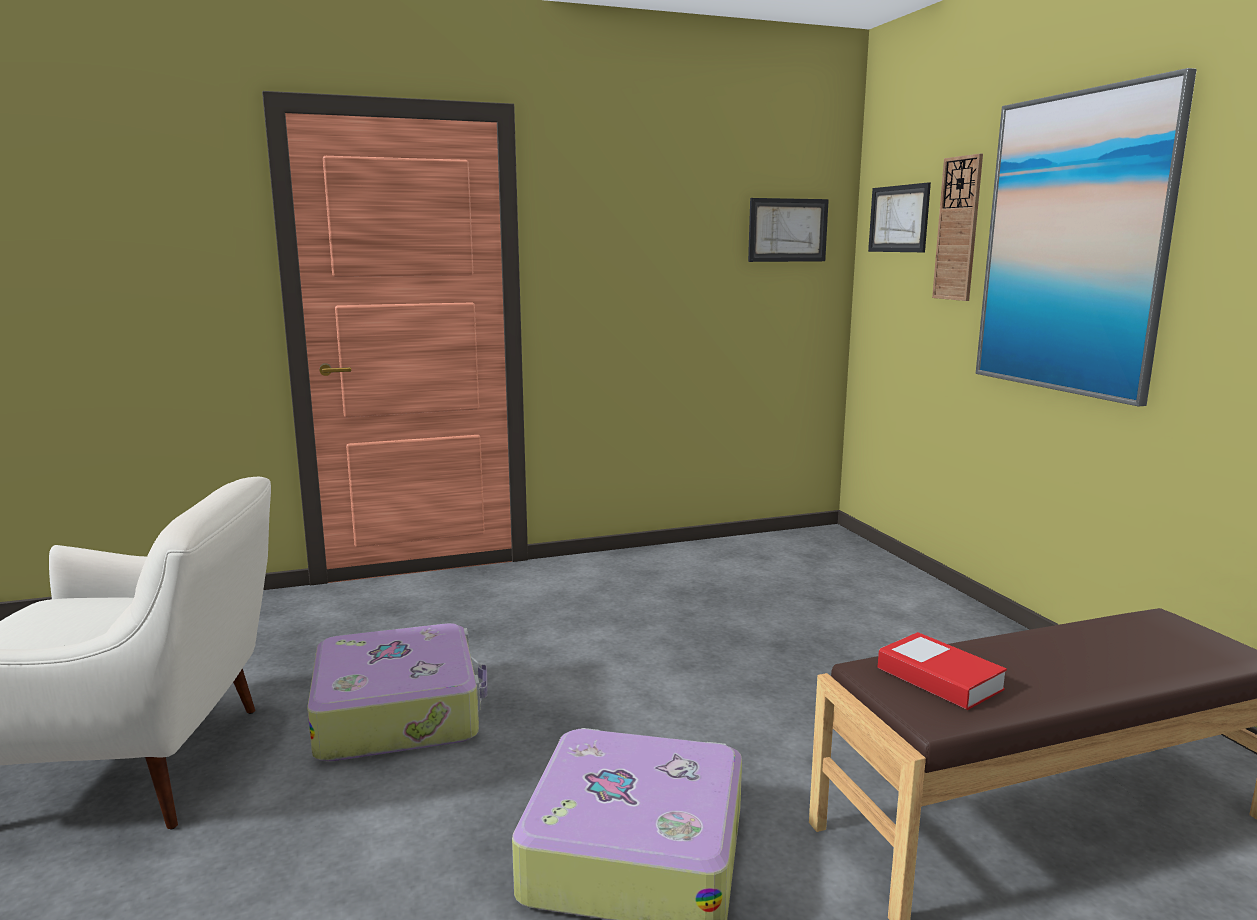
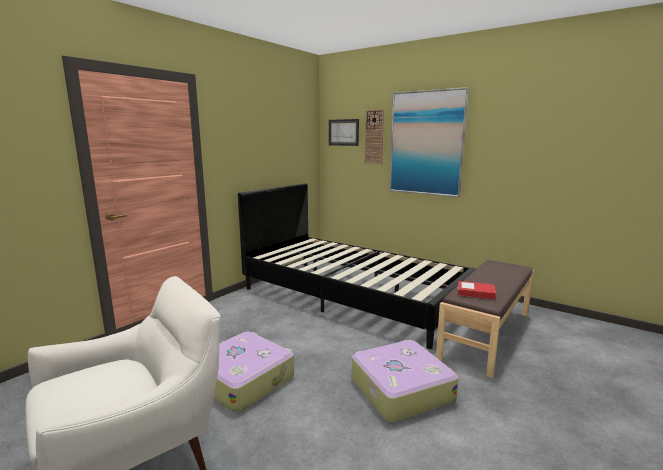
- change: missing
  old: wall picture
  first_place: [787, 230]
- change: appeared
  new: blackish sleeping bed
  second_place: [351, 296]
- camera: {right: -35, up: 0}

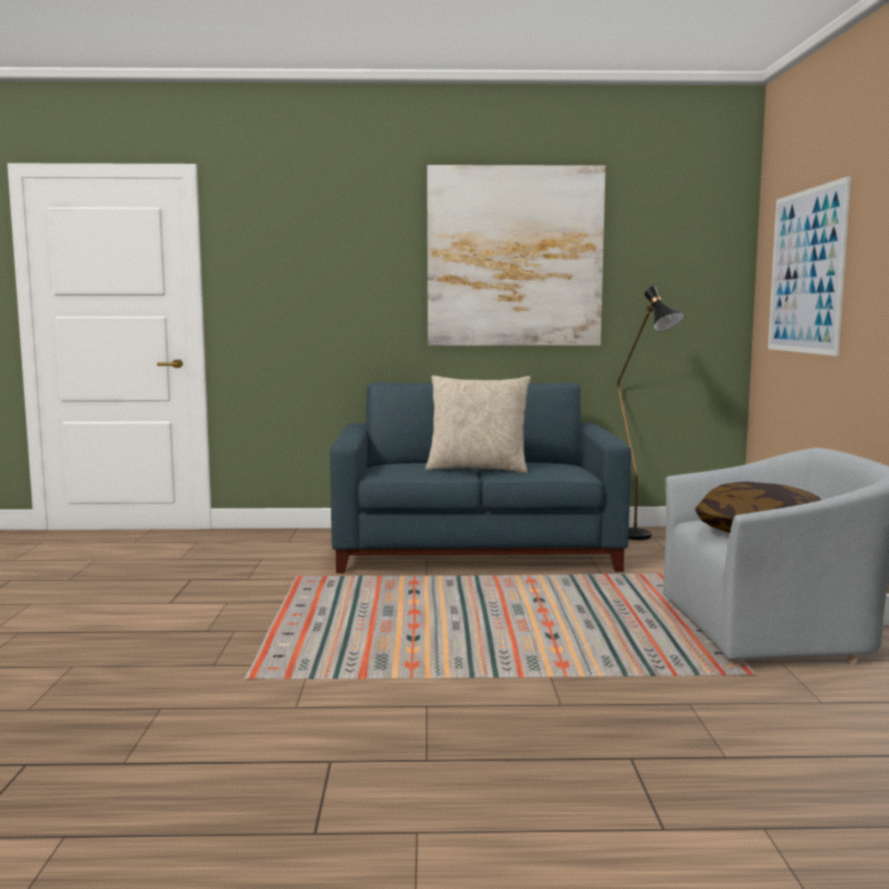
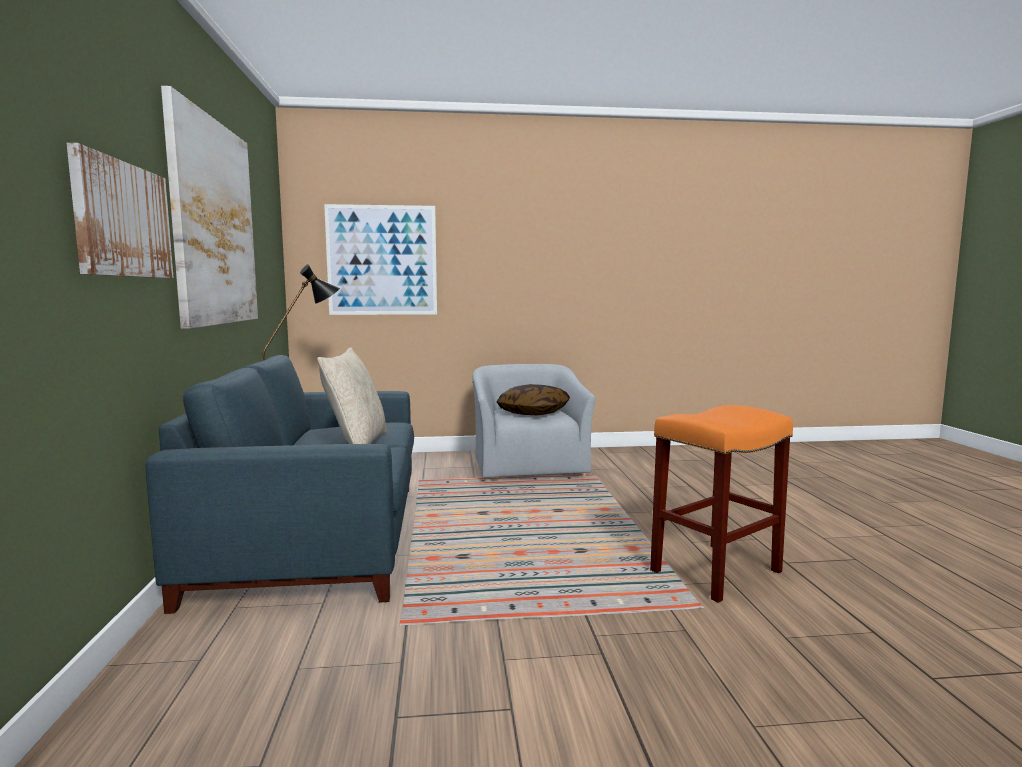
- change: appeared
  new: wall picture
  second_place: [122, 220]
- change: appeared
  new: orange sitting stool
  second_place: [716, 570]
- camera: {right: -95, up: 0}

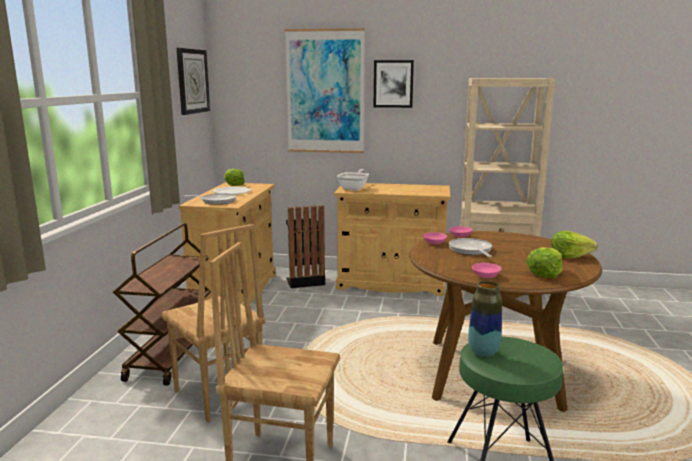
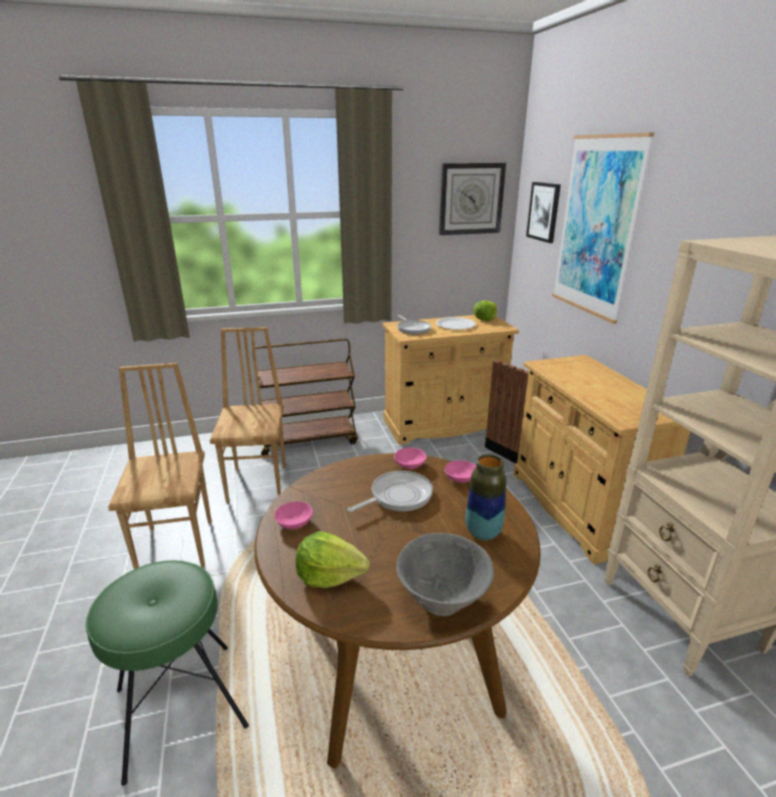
- change: spun
  old: brown-coloured upright chair
  first_place: [217, 395]
  second_place: [259, 483]
  degrees: 150
- change: missing
  old: skillet
  first_place: [354, 188]
- change: relocated
  old: wall picture
  first_place: [393, 84]
  second_place: [544, 212]
- change: relocated
  old: decorative vase
  first_place: [483, 352]
  second_place: [483, 532]
- change: exchanged
  old: lettuce
  new: greyish deep dish
  first_place: [570, 256]
  second_place: [443, 597]
- camera: {right: 65, up: 10}

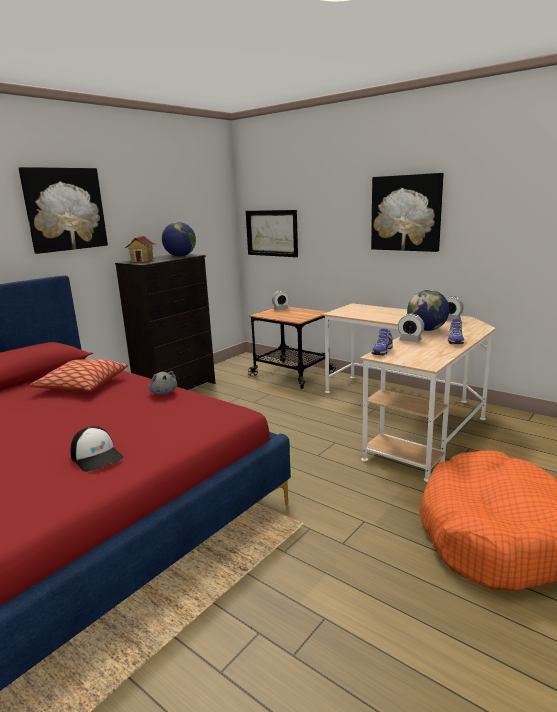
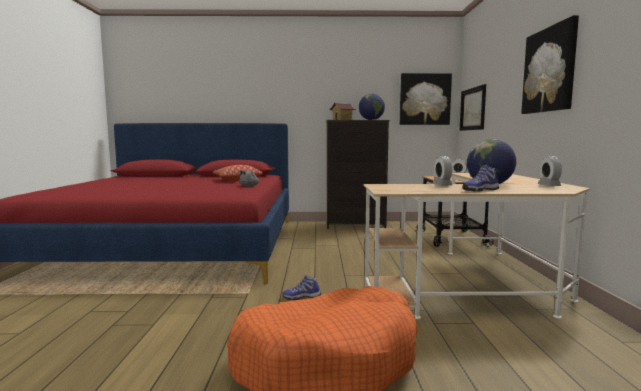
- change: relocated
  old: wall picture
  first_place: [65, 209]
  second_place: [424, 99]
- change: missing
  old: baseball cap
  first_place: [97, 457]
- change: relocated
  old: low shoe
  first_place: [381, 351]
  second_place: [301, 297]
- camera: {right: 50, up: -10}

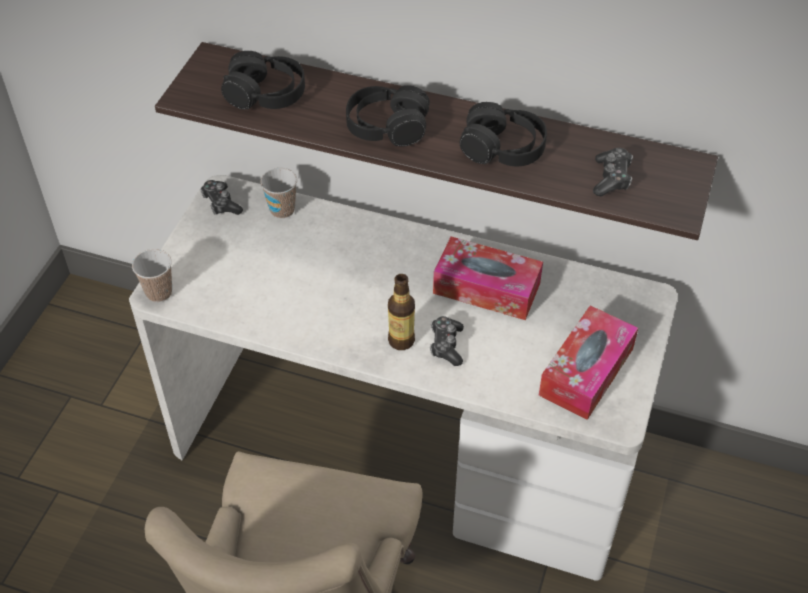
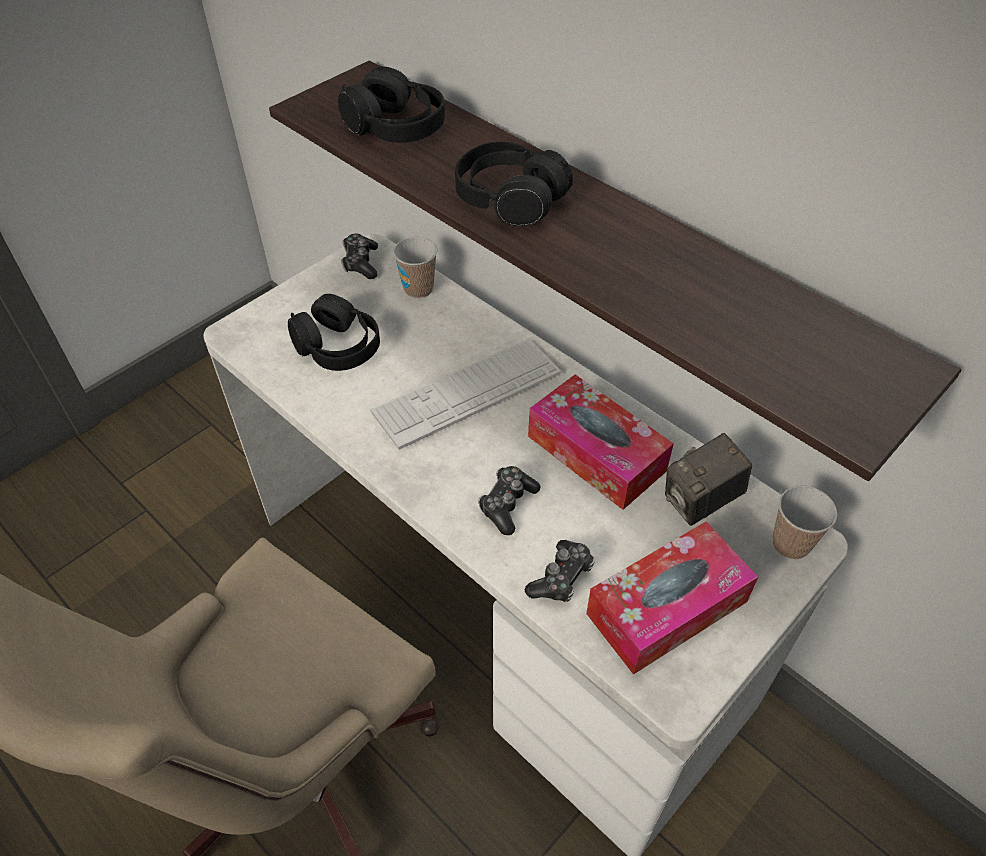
- change: relocated
  old: cup
  first_place: [159, 292]
  second_place: [790, 544]
- change: missing
  old: bottle
  first_place: [401, 340]
- change: relocated
  old: blackish pair of headphones
  first_place: [503, 148]
  second_place: [338, 347]
- change: relocated
  old: gamepad
  first_place: [611, 178]
  second_place: [561, 578]
- change: appeared
  new: keyboard
  second_place: [467, 393]
- change: appeared
  new: still camera
  second_place: [700, 502]
- camera: {right: 25, up: 0}

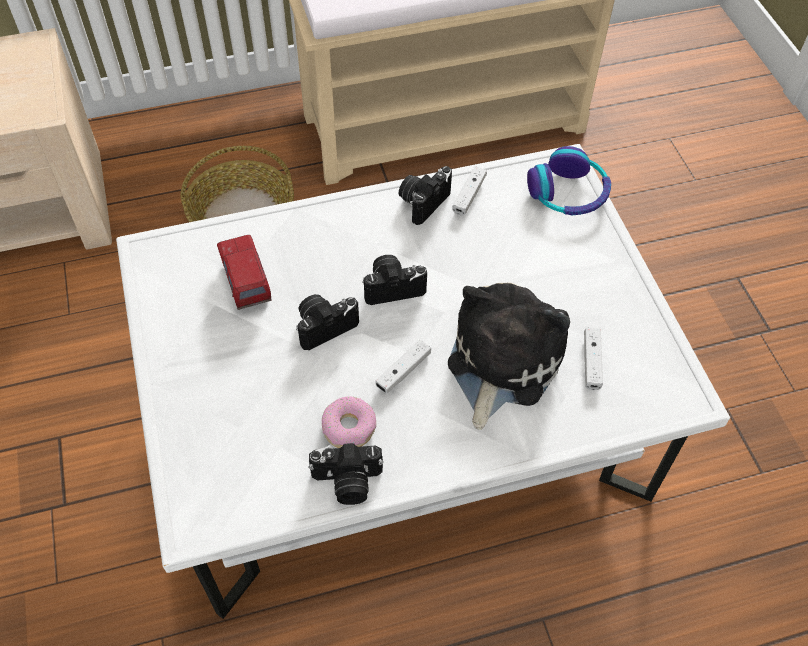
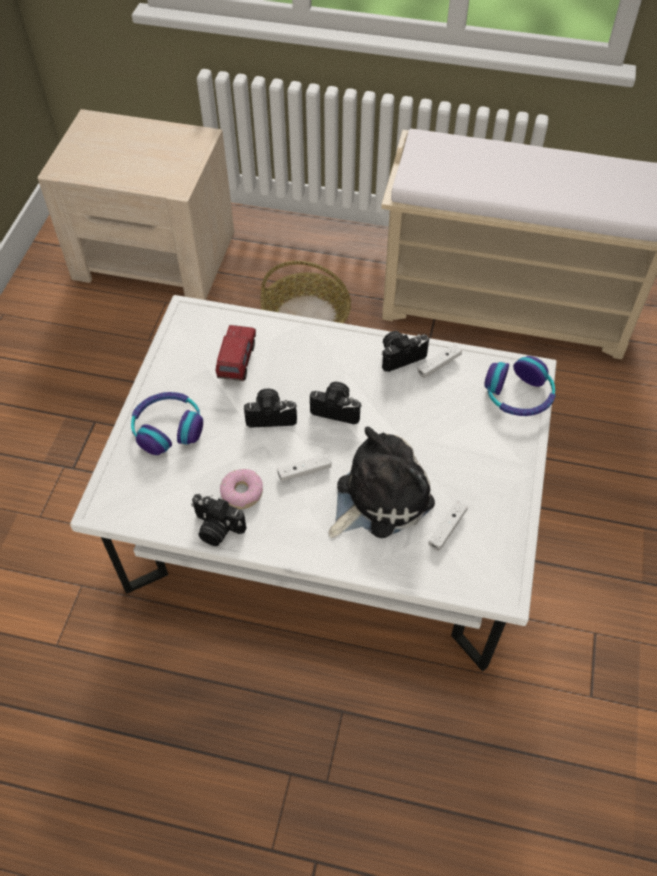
- change: appeared
  new: pair of headphones
  second_place: [168, 428]
- camera: {right: 30, up: 0}

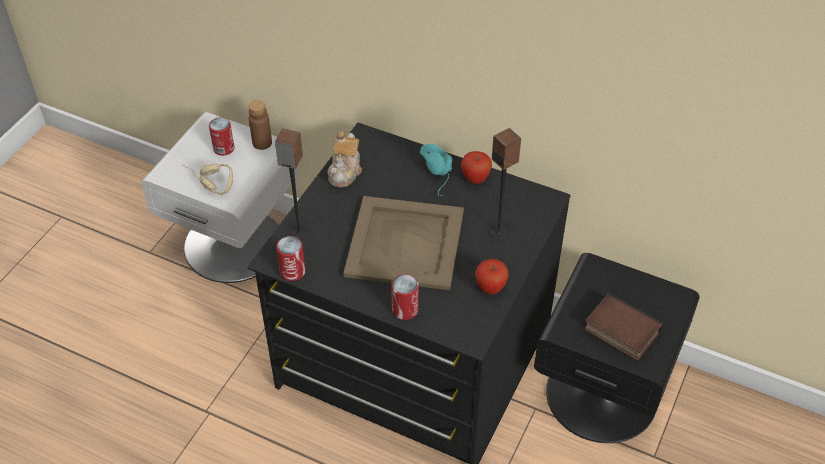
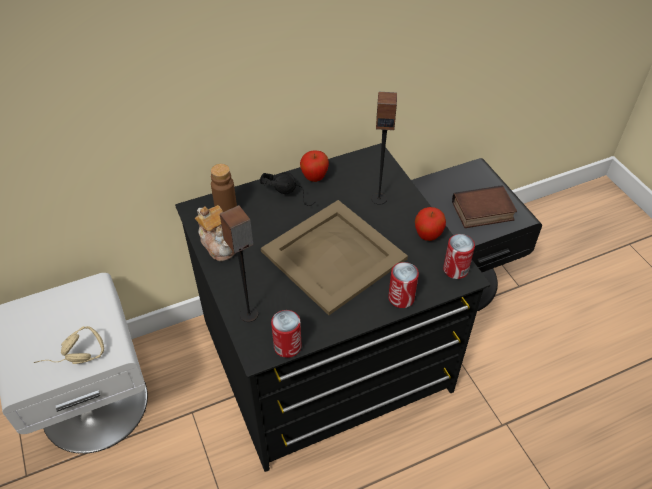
- change: relocated
  old: can
  first_place: [224, 148]
  second_place: [455, 269]
- change: relocated
  old: brown-coloured bottle
  first_place: [262, 143]
  second_place: [226, 211]
- change: colour
  old: turquoise-coloured pair of headphones
  new: blackish pair of headphones
  first_place: [442, 176]
  second_place: [290, 193]
- camera: {right: -50, up: 0}

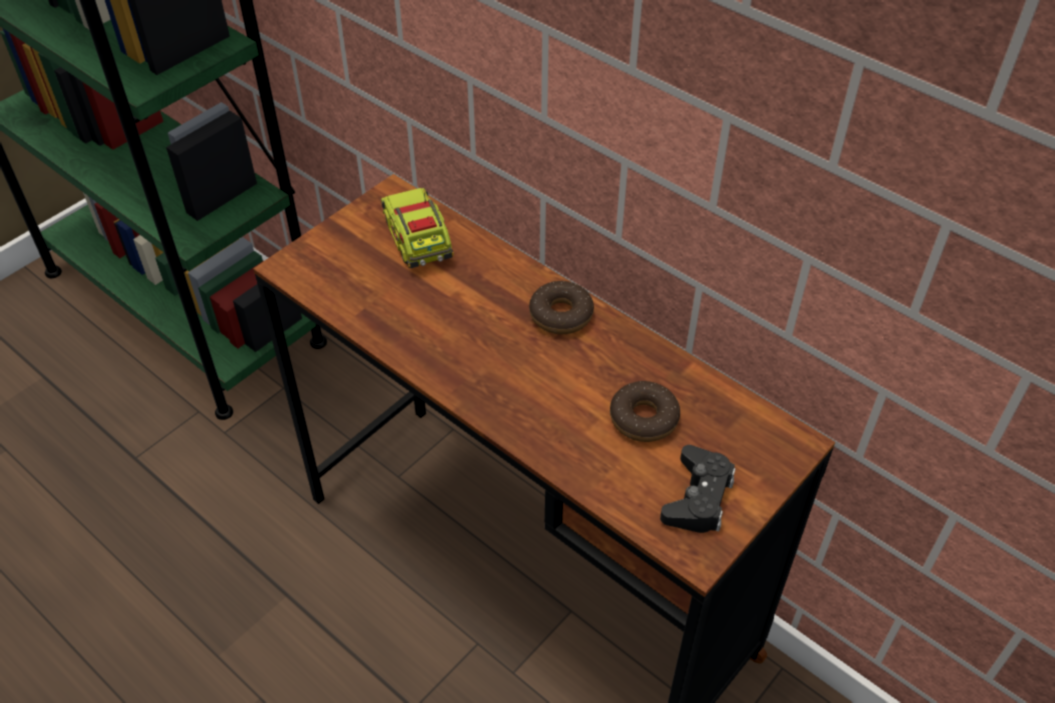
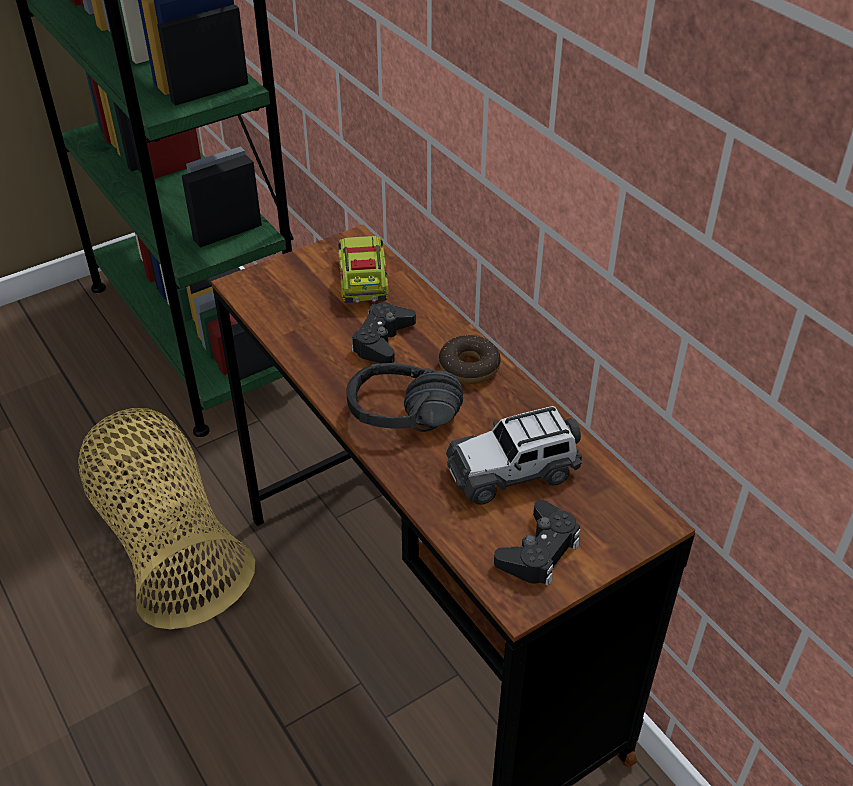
- change: exchanged
  old: ring doughnut
  new: toy car
  first_place: [643, 418]
  second_place: [513, 471]
- change: appeared
  new: household basket
  second_place: [169, 544]
- change: appeared
  new: blackish pair of headphones
  second_place: [403, 426]
- change: appeared
  new: blackish gamepad
  second_place: [382, 340]
- camera: {right: 15, up: -5}

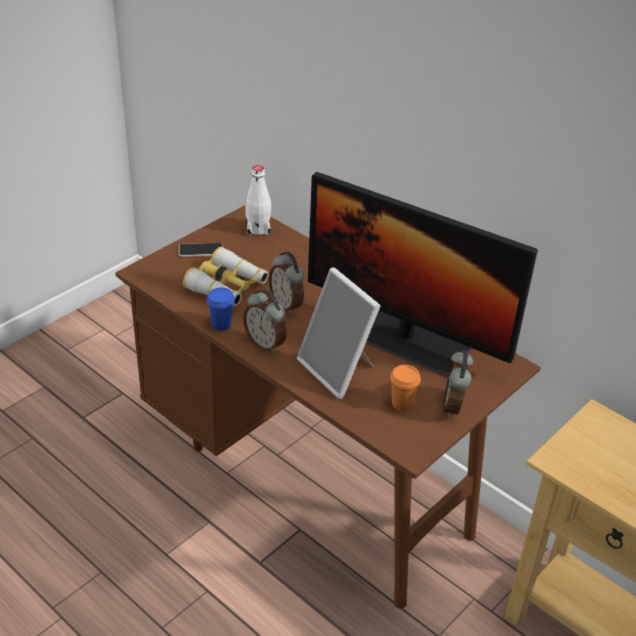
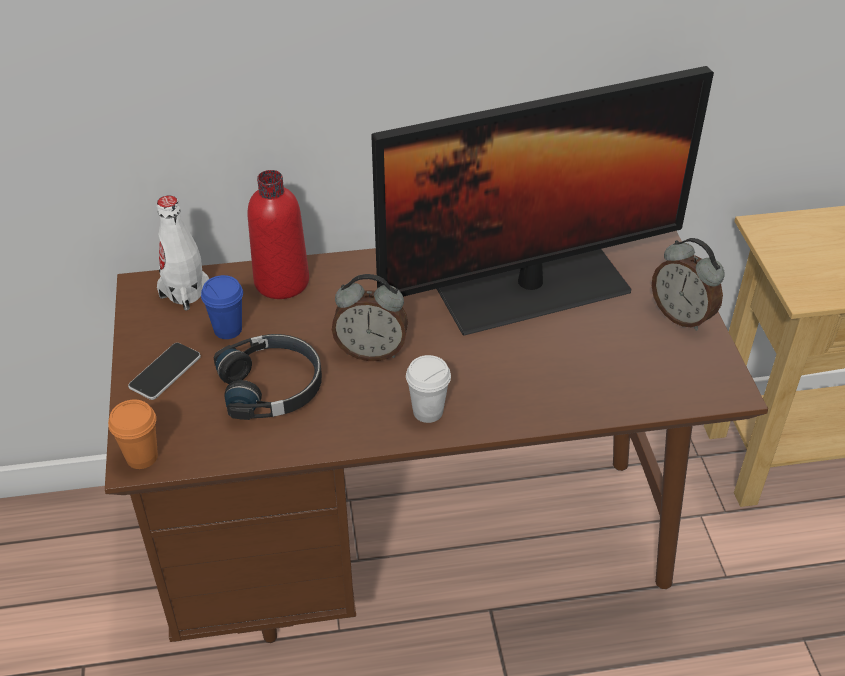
- change: exchanged
  old: field glasses
  new: blackish pair of headphones
  first_place: [227, 286]
  second_place: [272, 386]
- change: relocated
  old: bluish cup
  first_place: [221, 325]
  second_place: [228, 330]
- change: exchanged
  old: bedside clock
  new: white cup
  first_place: [265, 344]
  second_place: [428, 412]
- change: missing
  old: standing frame
  first_place: [339, 370]
- change: relocated
  old: orange cup
  first_place: [402, 404]
  second_place: [142, 457]
- change: appeared
  new: reddish bottle
  second_place: [281, 282]
- camera: {right: -50, up: 5}

